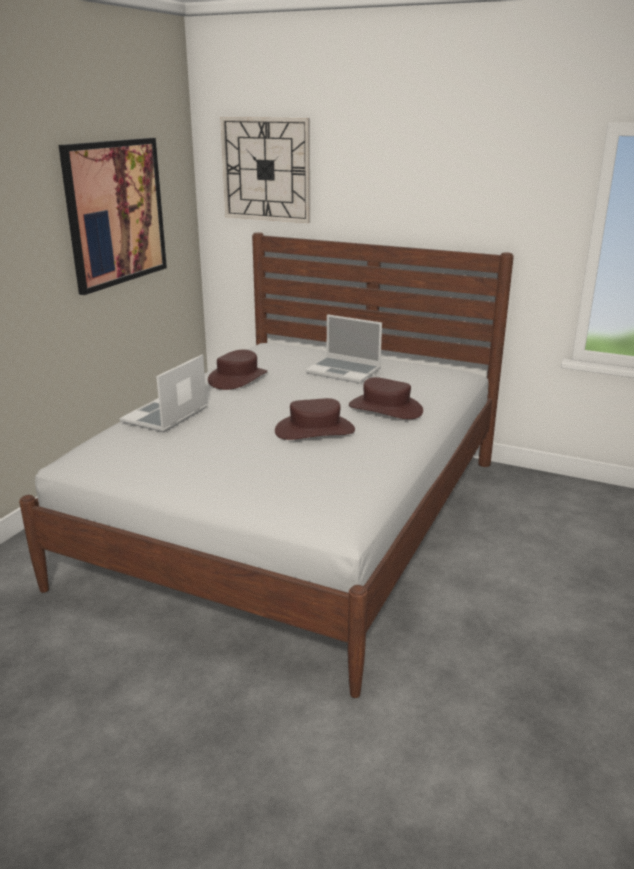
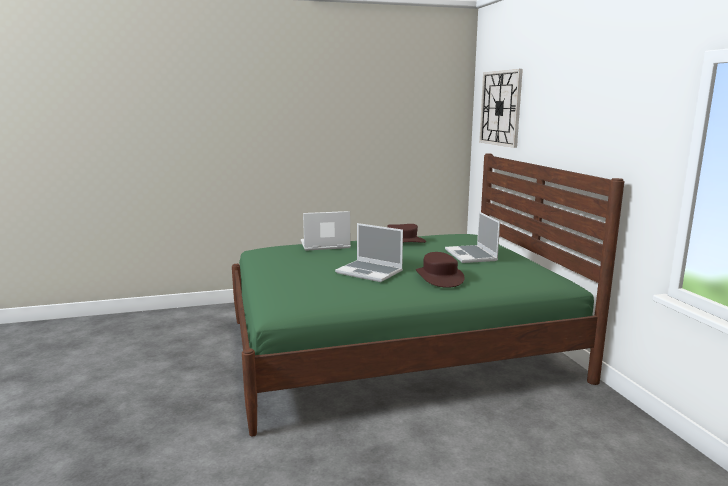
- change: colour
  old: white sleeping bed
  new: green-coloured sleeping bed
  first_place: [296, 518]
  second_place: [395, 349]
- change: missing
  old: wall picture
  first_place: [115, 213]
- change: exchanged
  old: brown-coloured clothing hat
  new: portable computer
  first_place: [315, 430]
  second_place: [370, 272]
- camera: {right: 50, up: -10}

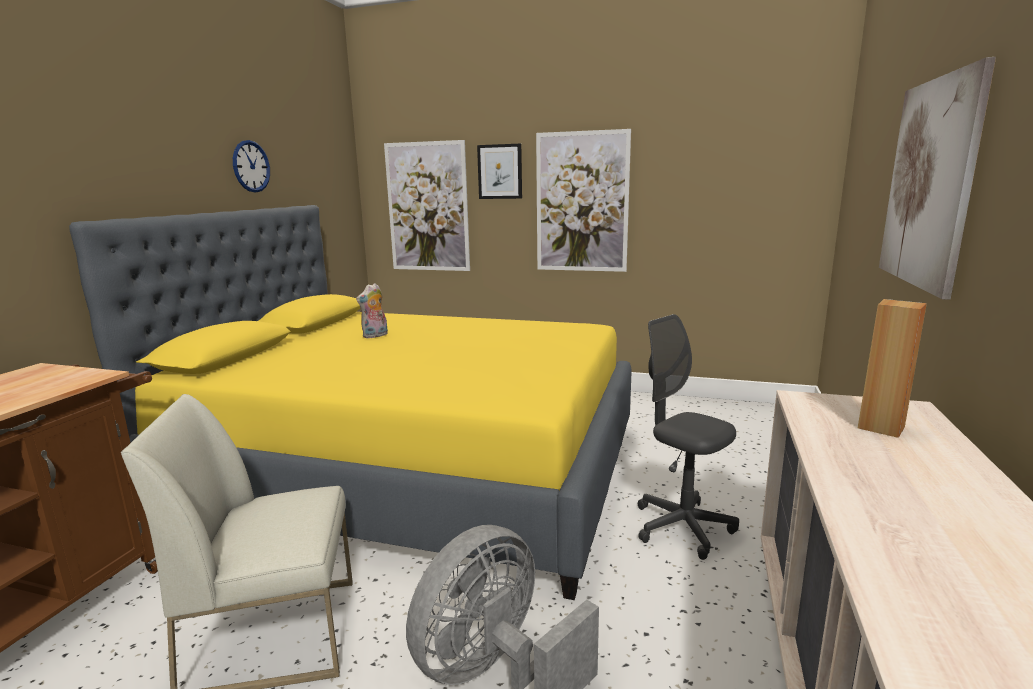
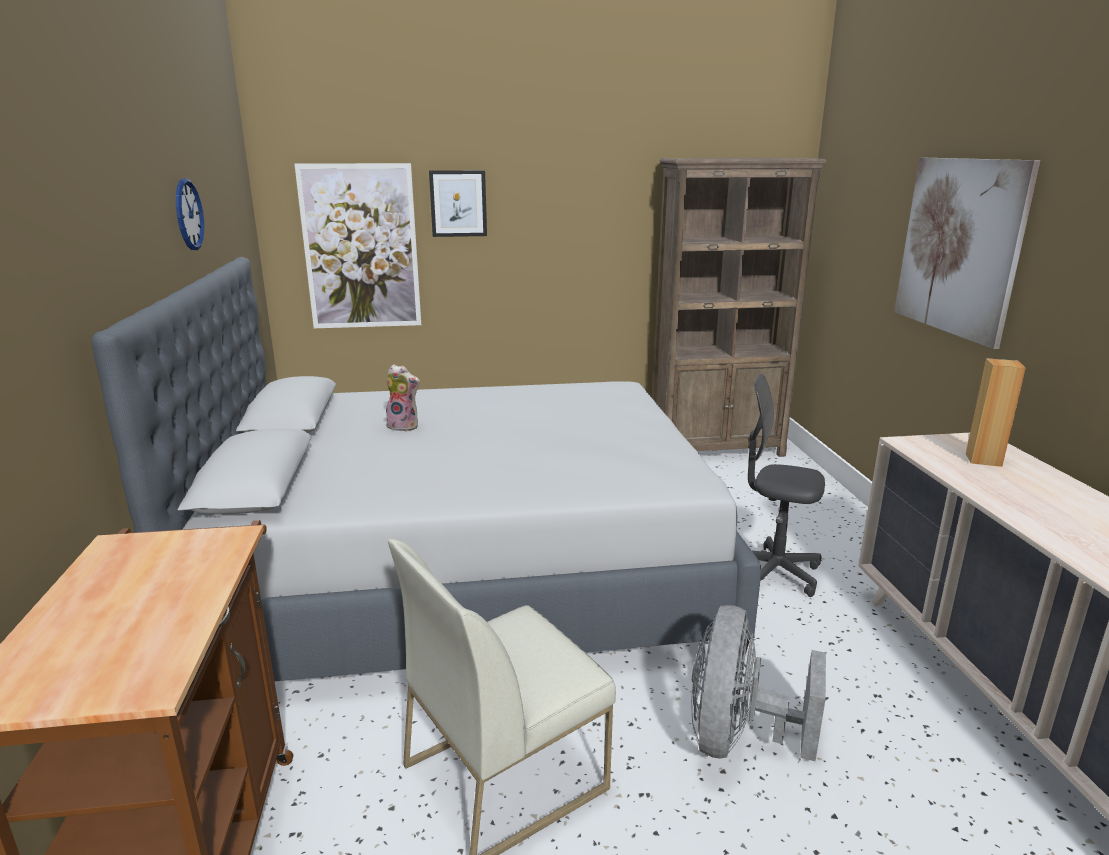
- change: colour
  old: yellow sleeping bed
  new: greyish sleeping bed
  first_place: [413, 467]
  second_place: [468, 572]
- change: spun
  old: soft toy
  first_place: [375, 336]
  second_place: [404, 426]
  degrees: -90
- change: missing
  old: wall picture
  first_place: [582, 202]
- change: appeared
  new: brown-coloured bookshelf
  second_place: [717, 450]
- camera: {right: -25, up: 5}

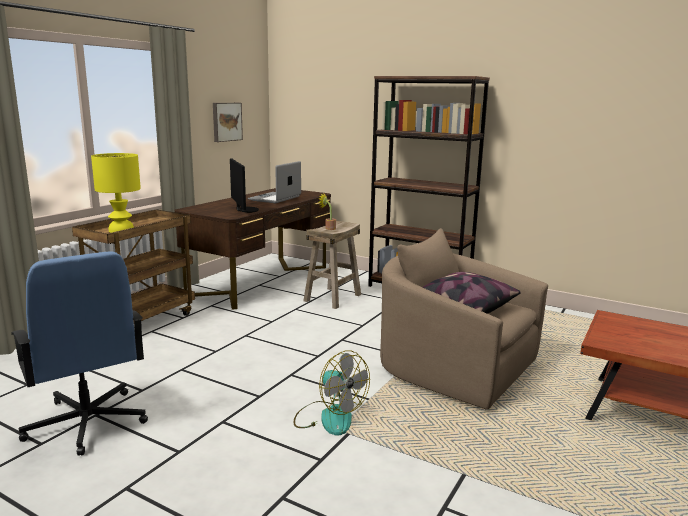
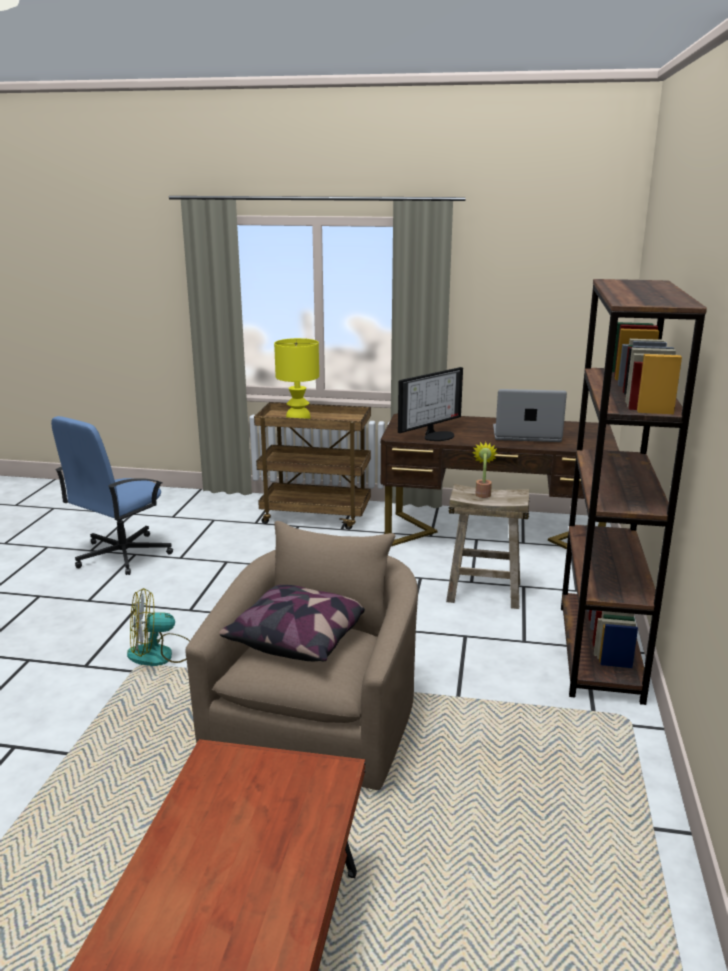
- change: missing
  old: wall picture
  first_place: [226, 121]
- change: spun
  old: electric fan
  first_place: [329, 417]
  second_place: [161, 654]
  degrees: 45
- camera: {right: 70, up: 5}

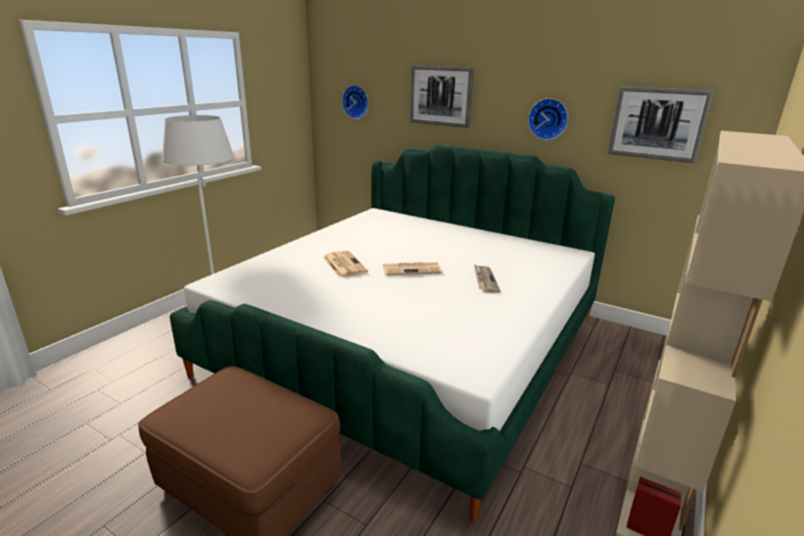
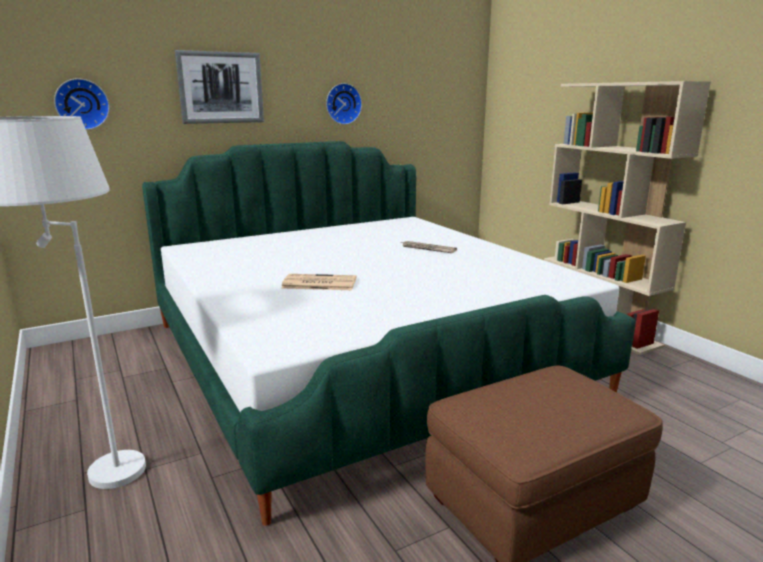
- change: missing
  old: daily paper
  first_place: [412, 269]
- change: missing
  old: wall picture
  first_place: [657, 124]
- camera: {right: -60, up: -5}

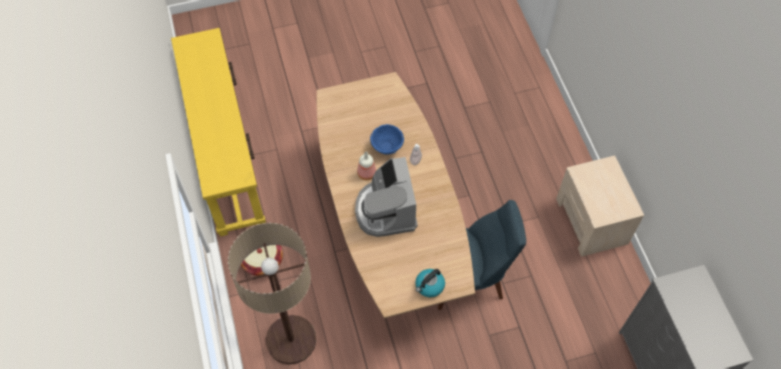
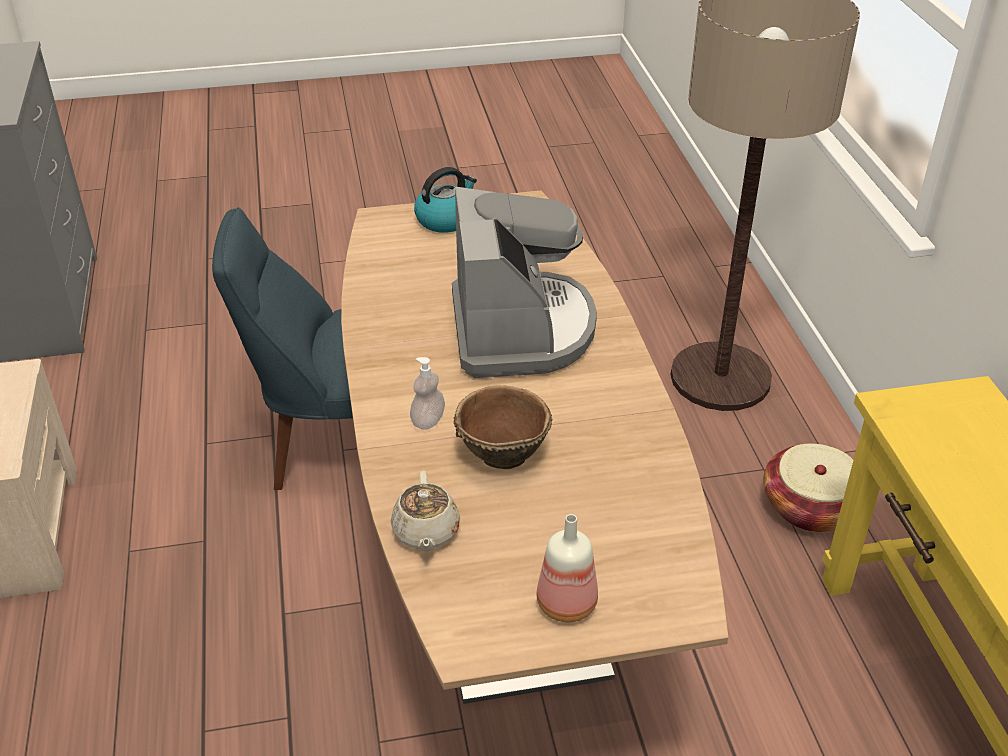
- change: relocated
  old: bottle
  first_place: [367, 174]
  second_place: [565, 602]
- change: colour
  old: bluish deep dish
  new: brown-coloured deep dish
  first_place: [387, 148]
  second_place: [502, 453]
- change: appeared
  new: sand-coloured pot for tea
  second_place: [426, 532]
- camera: {right: -175, up: -20}

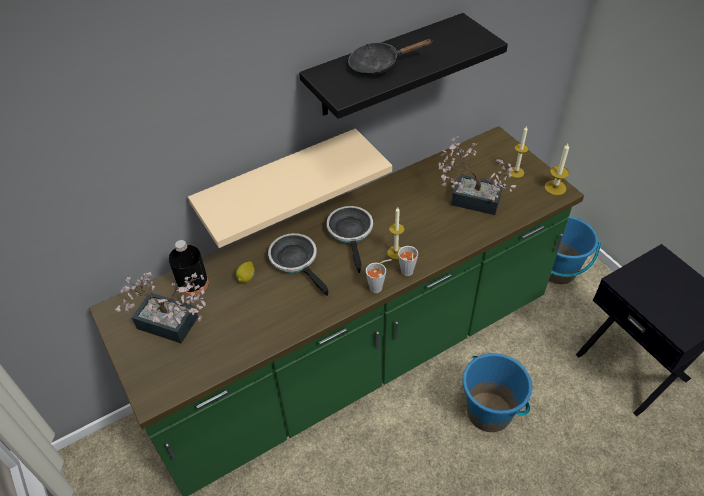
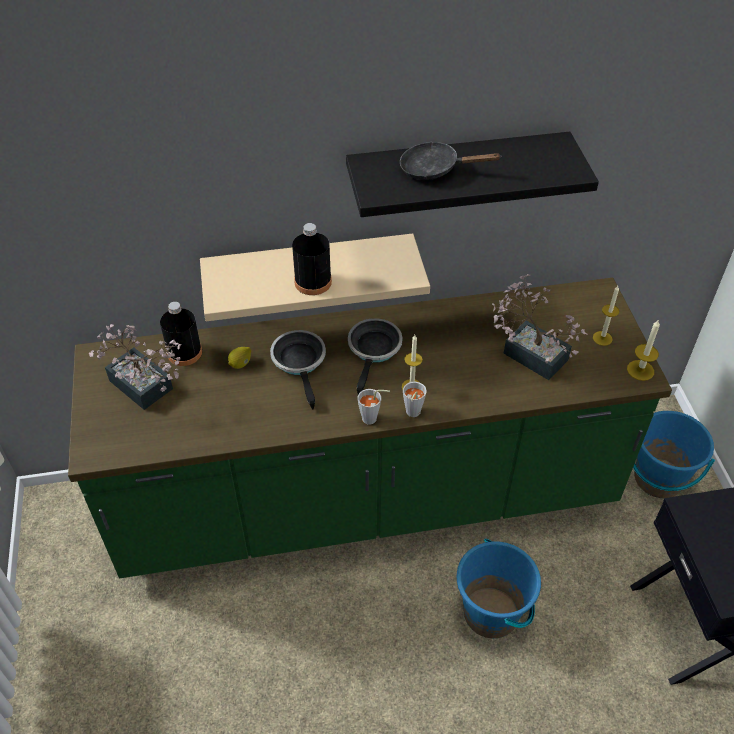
- change: appeared
  new: blackish bottle
  second_place: [313, 282]
- camera: {right: 20, up: 0}

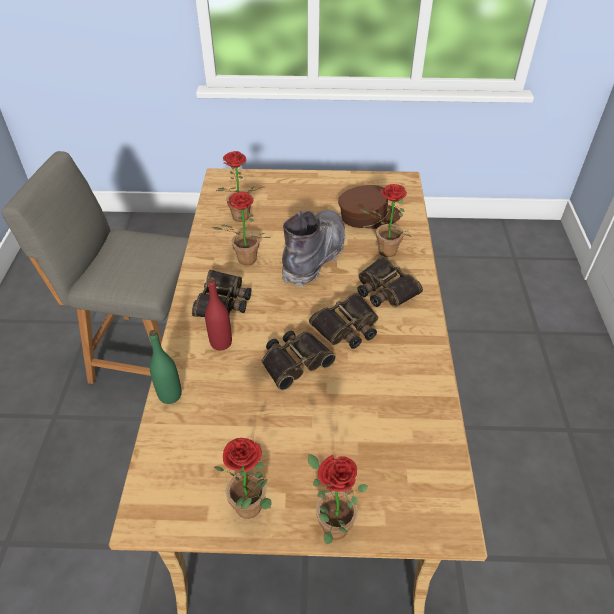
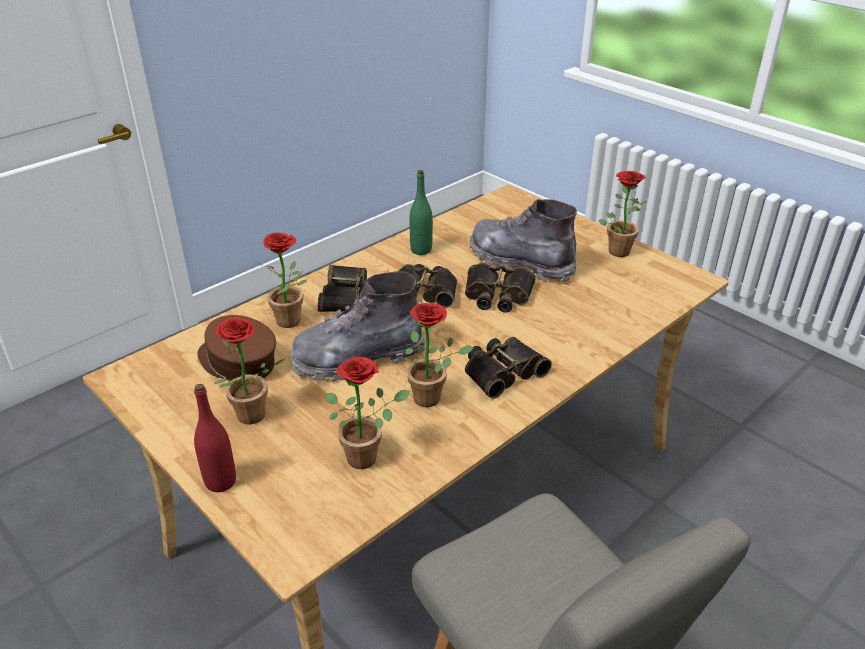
- change: relocated
  old: green-coloured bottle
  first_place: [170, 395]
  second_place: [421, 250]
- change: relocated
  old: reddish bottle
  first_place: [221, 343]
  second_place: [220, 482]
- change: relocated
  old: plant in a pot
  first_place: [330, 522]
  second_place: [251, 419]
- change: appeared
  new: greyish tall boot
  second_place: [521, 262]
- camera: {right: -135, up: -10}

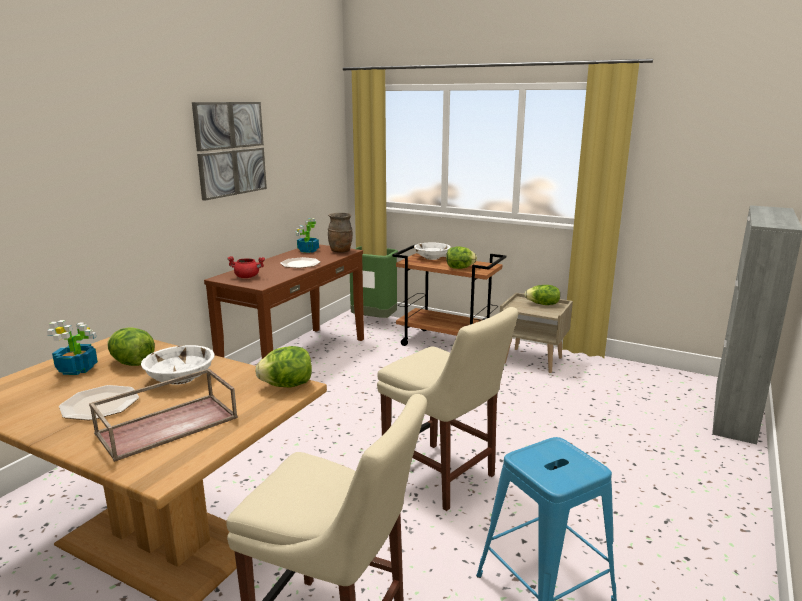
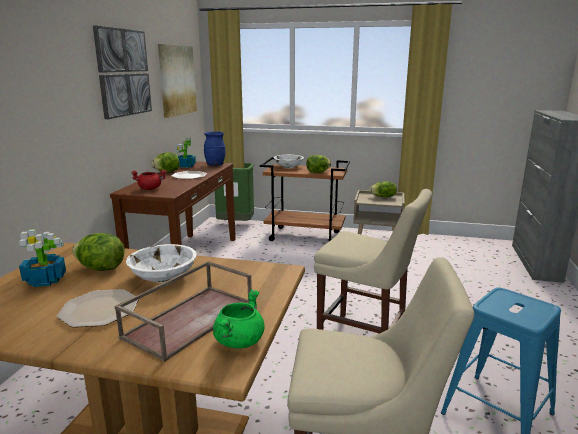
- change: relocated
  old: lettuce
  first_place: [287, 385]
  second_place: [167, 172]
- change: colour
  old: brown-coloured decorative vase
  new: bluish decorative vase
  first_place: [341, 251]
  second_place: [215, 165]
- change: appeared
  new: wall picture
  second_place: [177, 80]
- change: appeared
  new: green-coloured saucepot
  second_place: [239, 340]
- camera: {right: -15, up: 0}

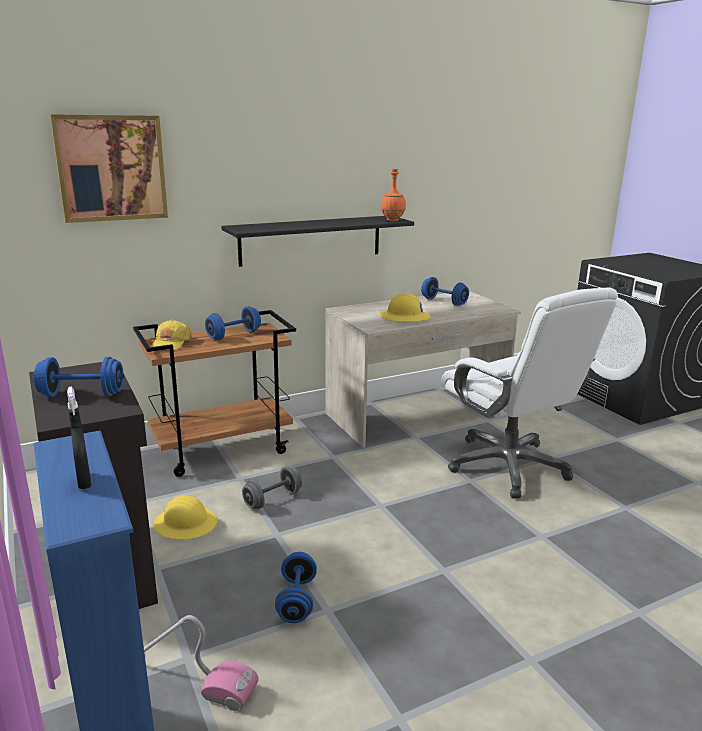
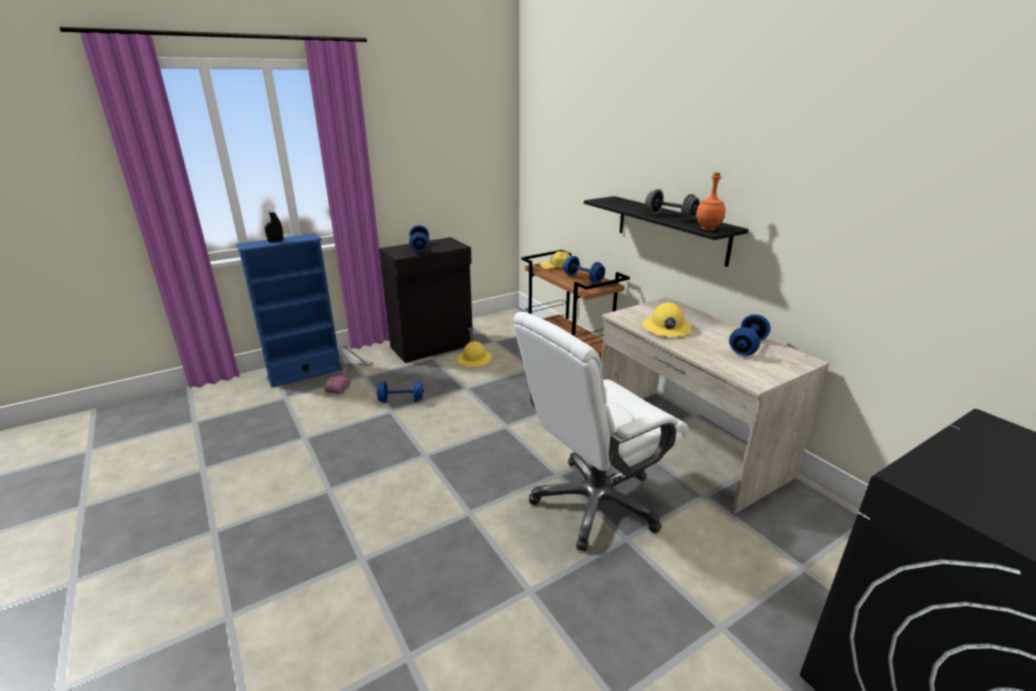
- change: missing
  old: wall picture
  first_place: [111, 168]
- change: relocated
  old: greyish dumbbell
  first_place: [272, 499]
  second_place: [670, 217]
- camera: {right: 85, up: 5}

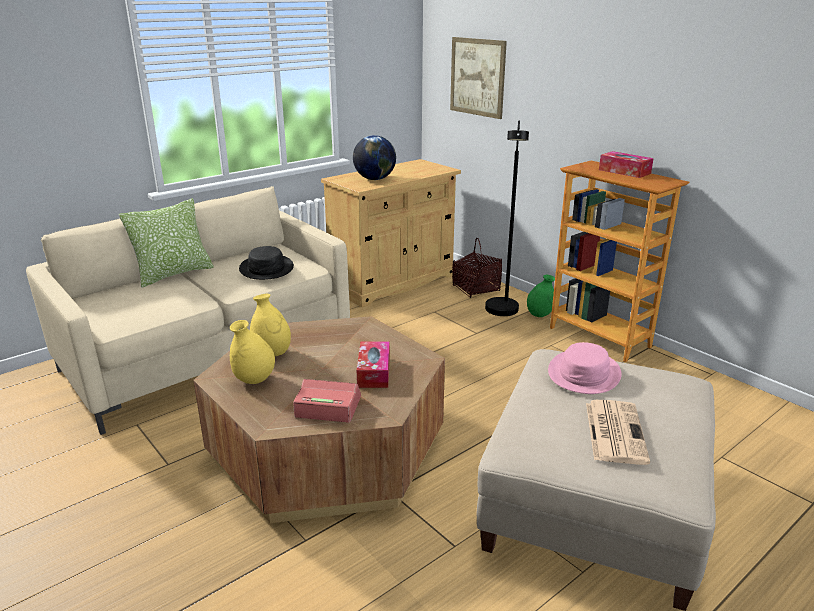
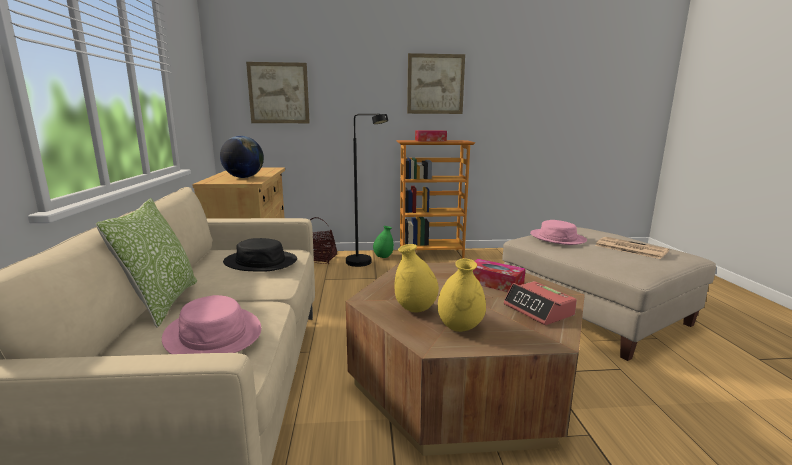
- change: spun
  old: bedside clock
  first_place: [327, 407]
  second_place: [538, 310]
  degrees: -75
- change: appeared
  new: pink-coloured clothing hat
  second_place: [213, 334]
- change: appeared
  new: wall picture
  second_place: [435, 84]
- camera: {right: -55, up: -10}

